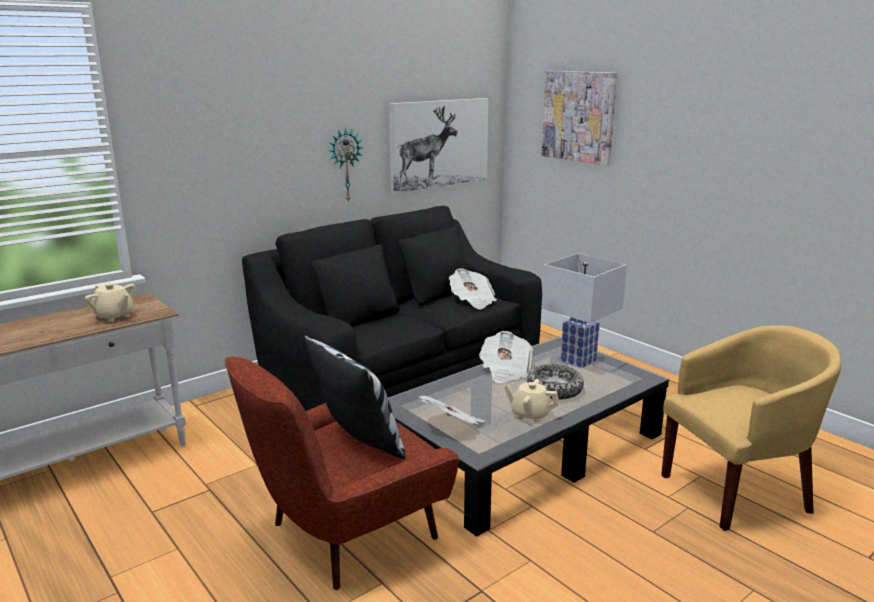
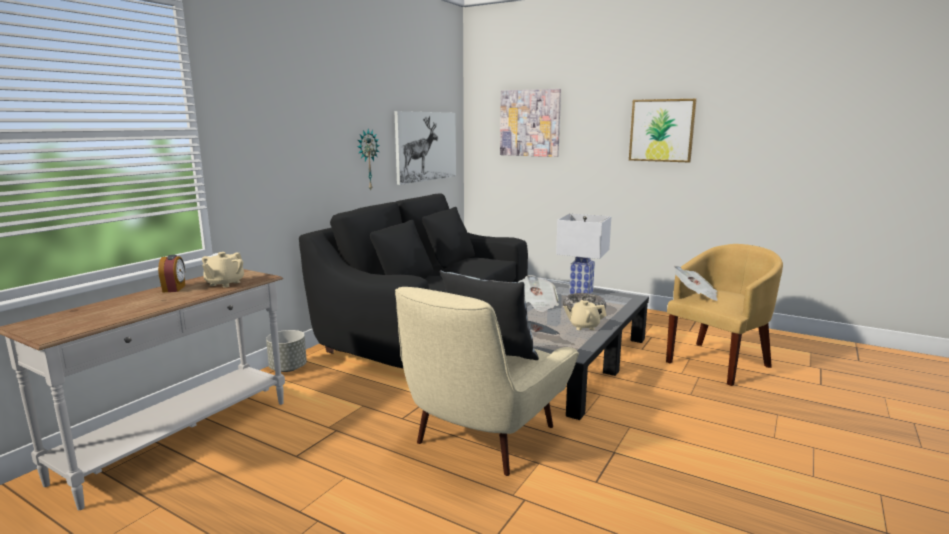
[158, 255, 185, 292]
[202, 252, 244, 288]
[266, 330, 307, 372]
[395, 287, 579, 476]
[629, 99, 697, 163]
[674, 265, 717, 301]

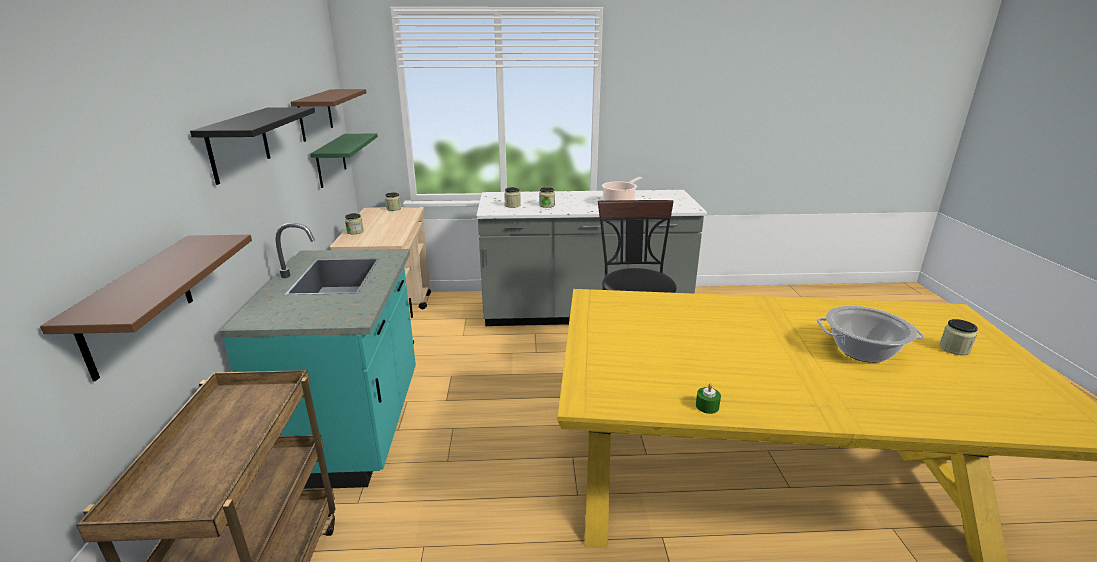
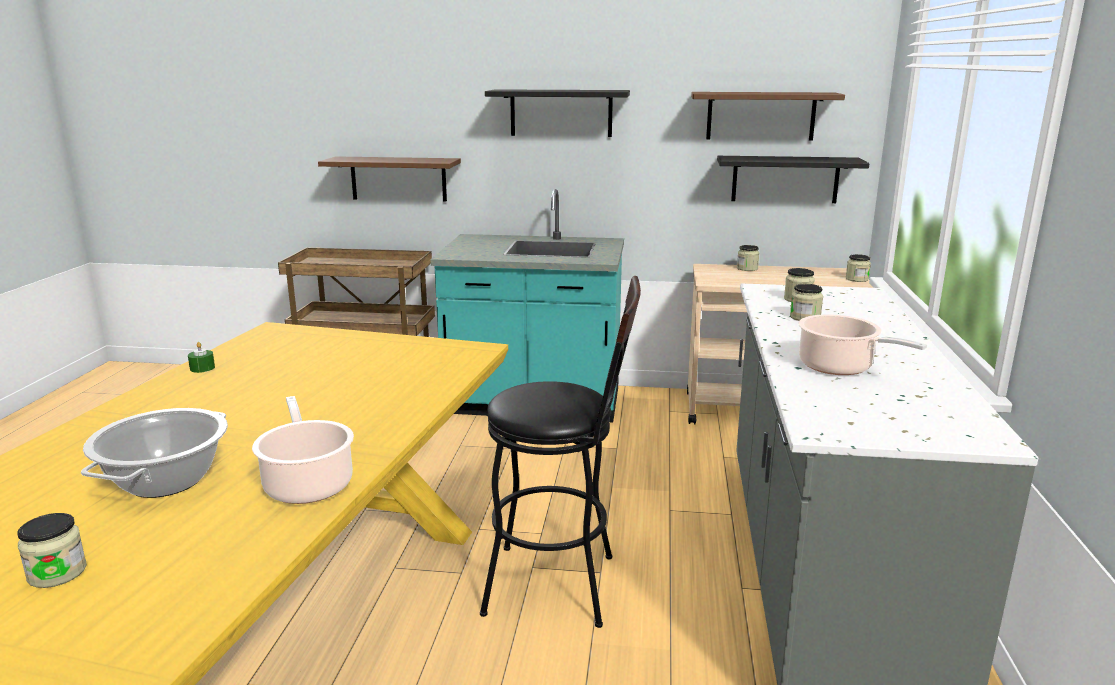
[252, 396, 354, 504]
[717, 156, 869, 203]

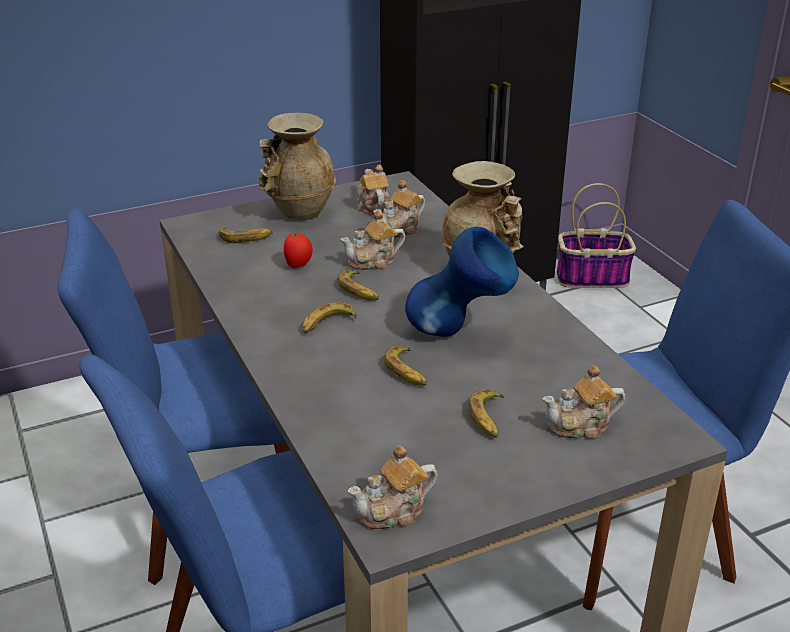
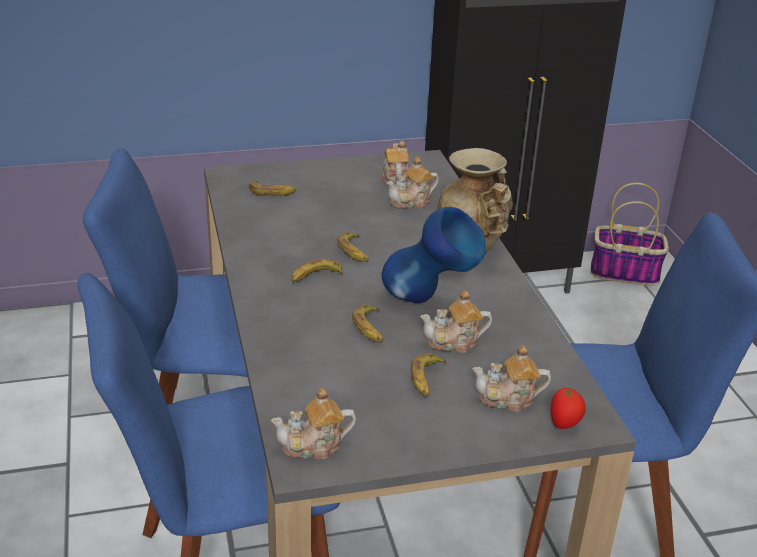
[420, 290, 492, 353]
[551, 387, 586, 429]
[259, 113, 336, 220] (first image)

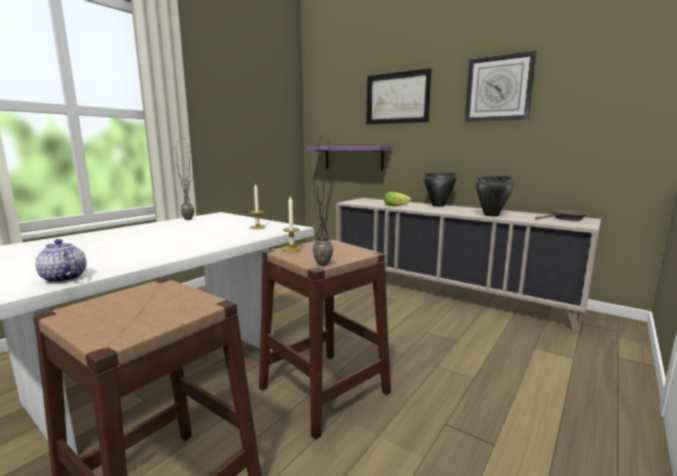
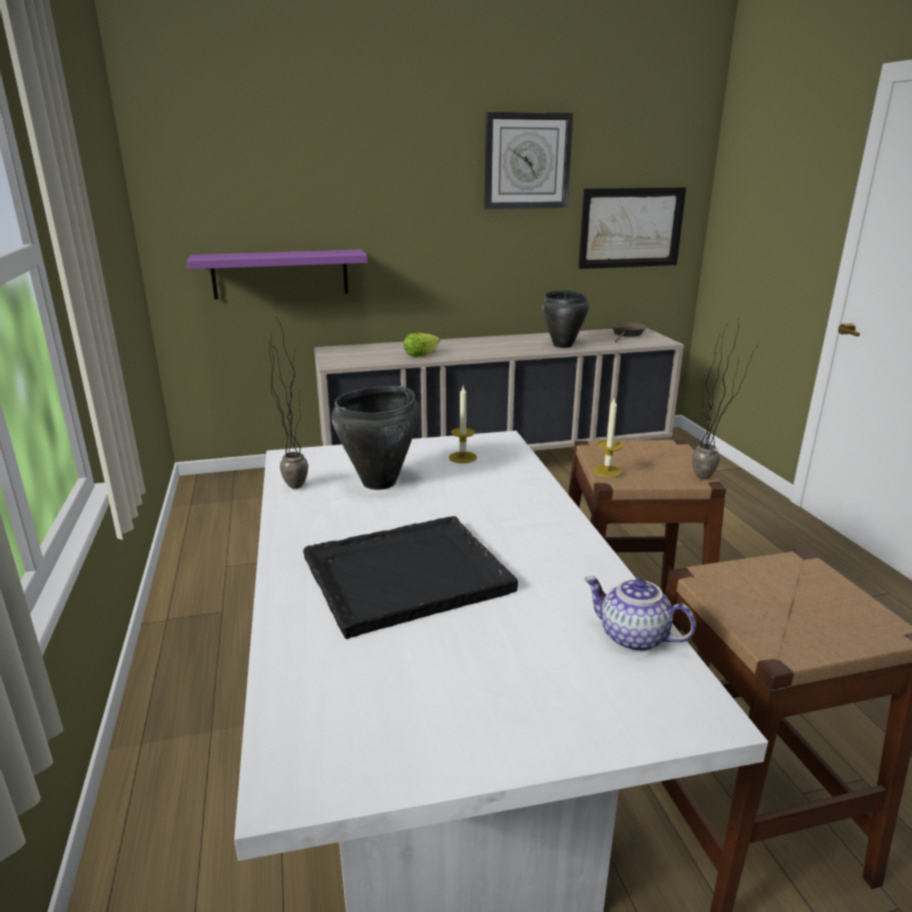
[303, 516, 518, 639]
[331, 386, 420, 490]
[579, 187, 686, 269]
[584, 576, 696, 652]

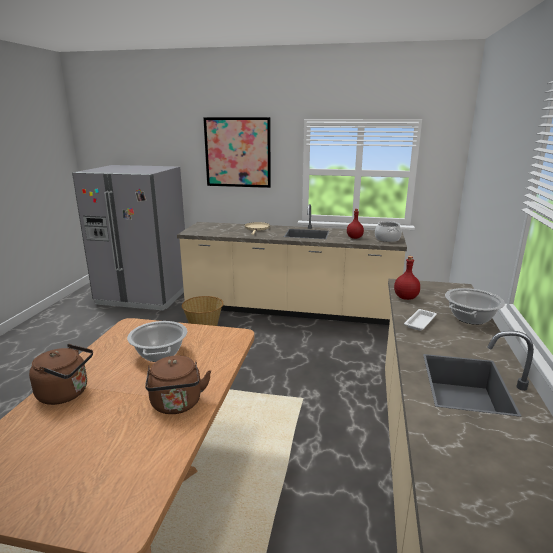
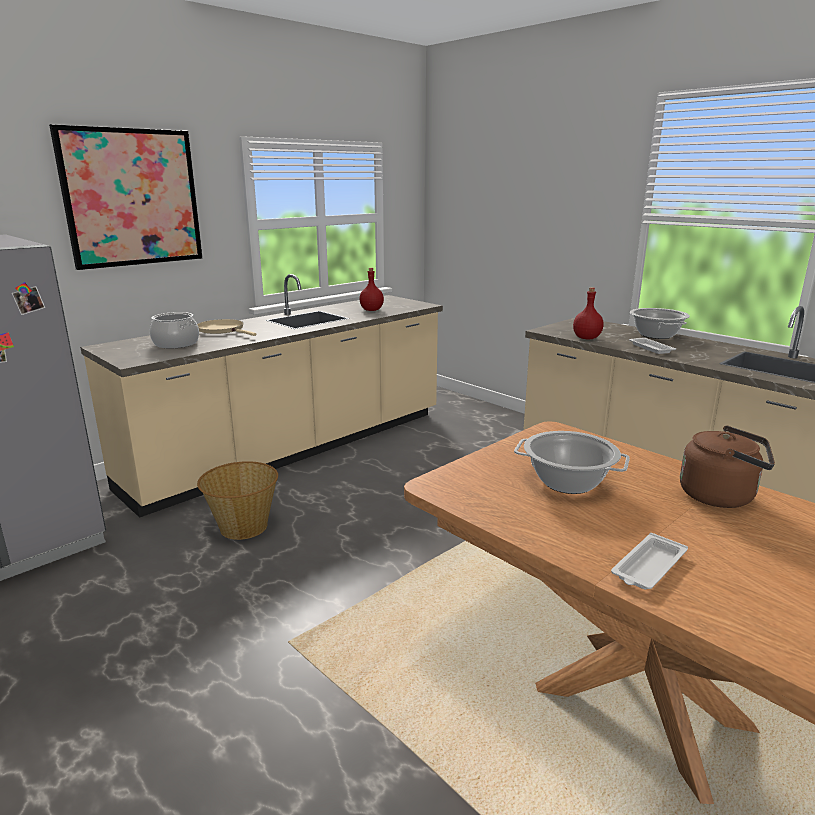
[150, 312, 199, 348]
[611, 533, 688, 589]

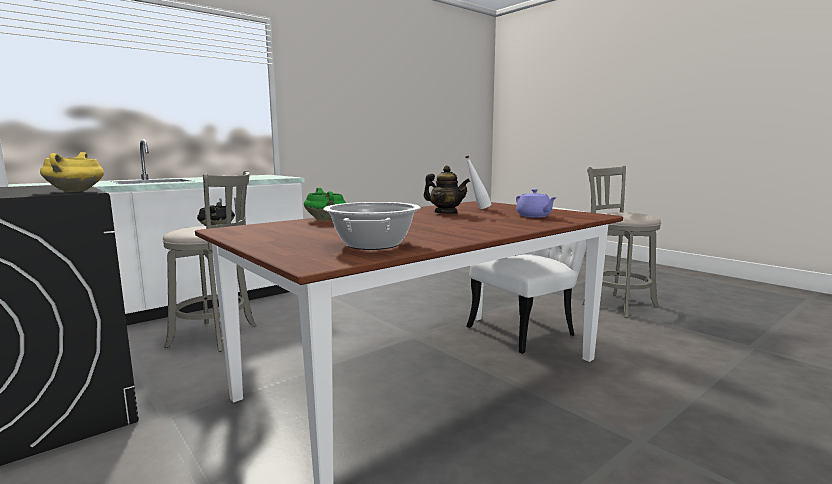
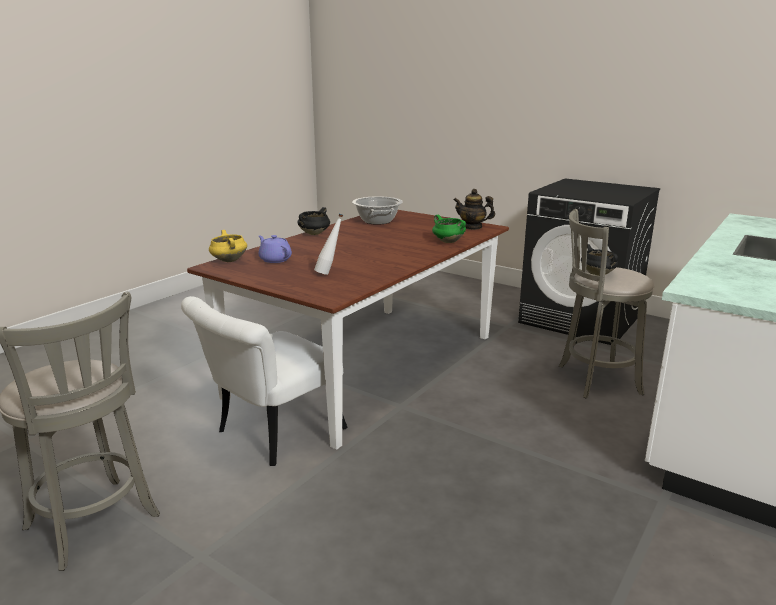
[209, 230, 247, 262]
[297, 207, 330, 235]
[453, 189, 495, 230]

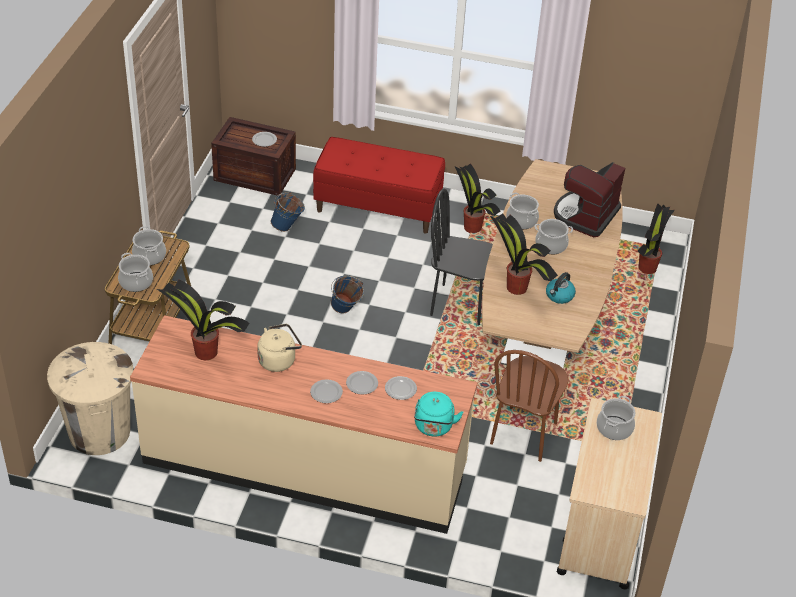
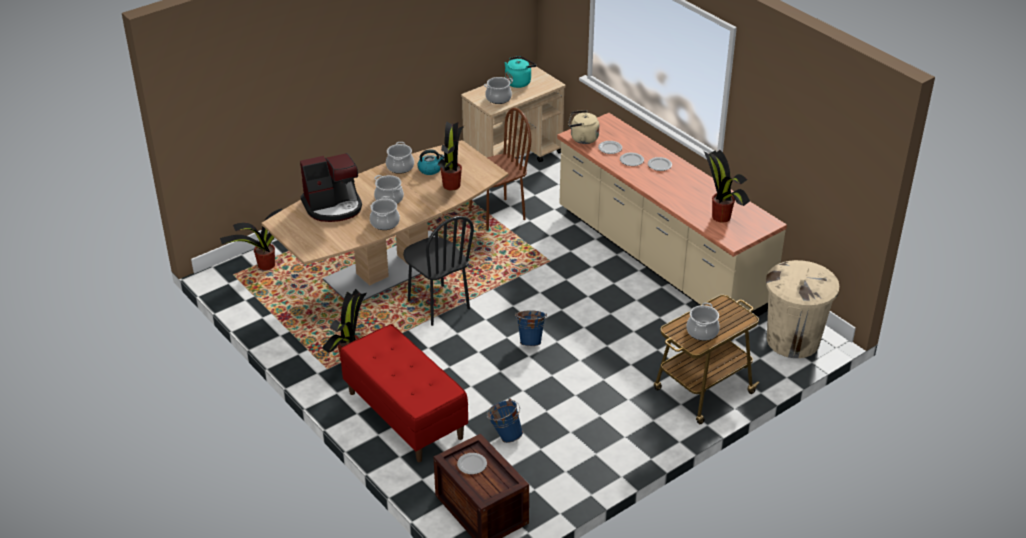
[386, 142, 414, 174]
[504, 56, 536, 88]
[568, 110, 599, 144]

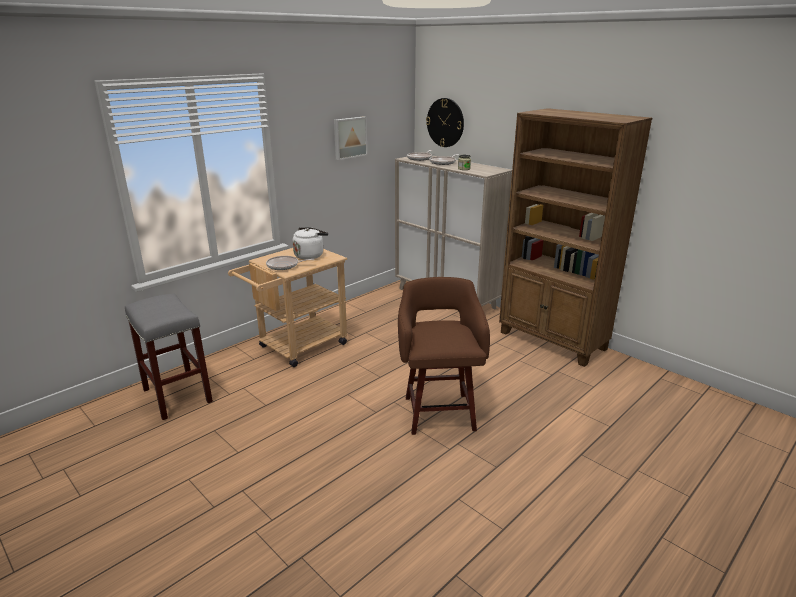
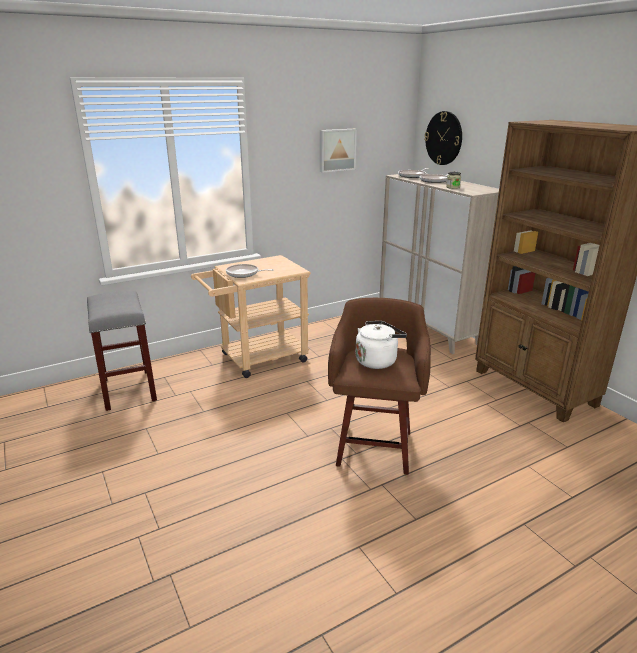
[355, 321, 407, 369]

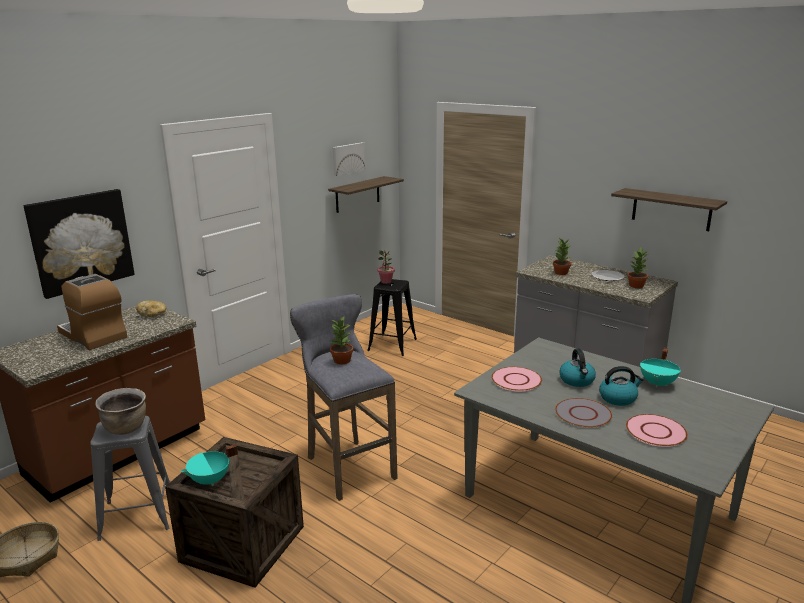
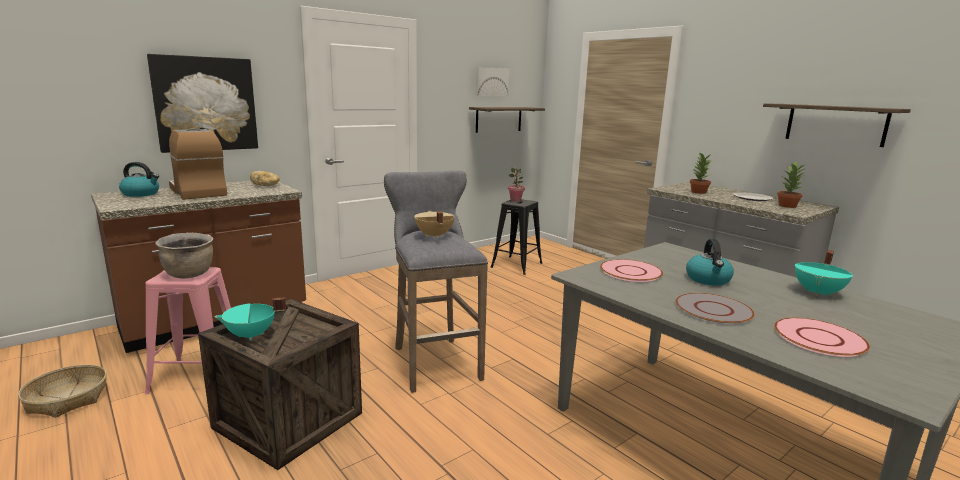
[119, 162, 159, 197]
[145, 267, 231, 394]
[414, 211, 454, 238]

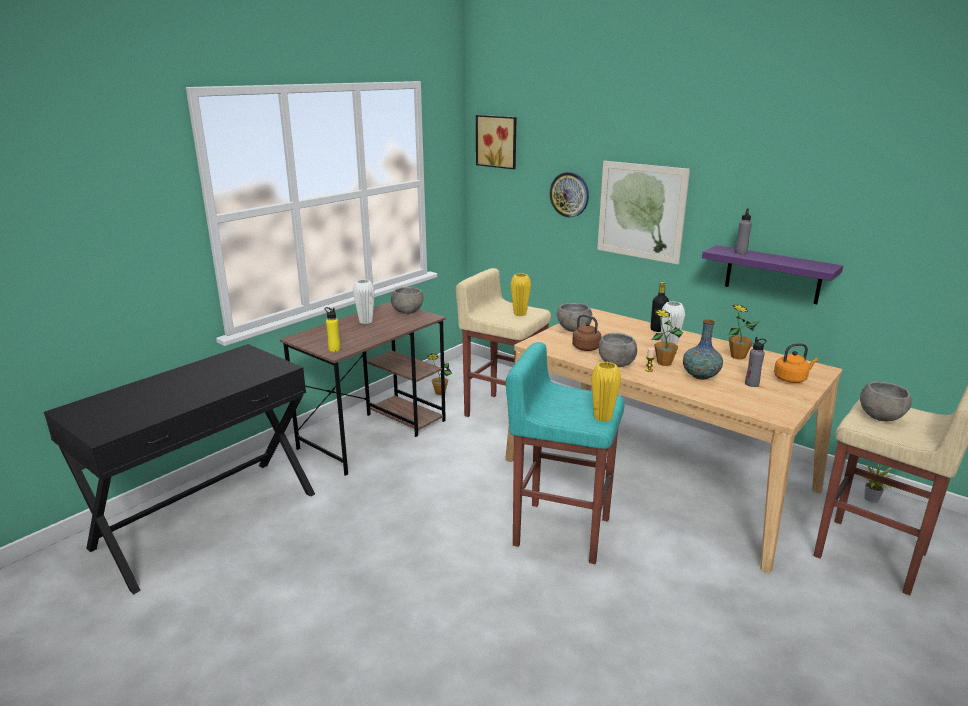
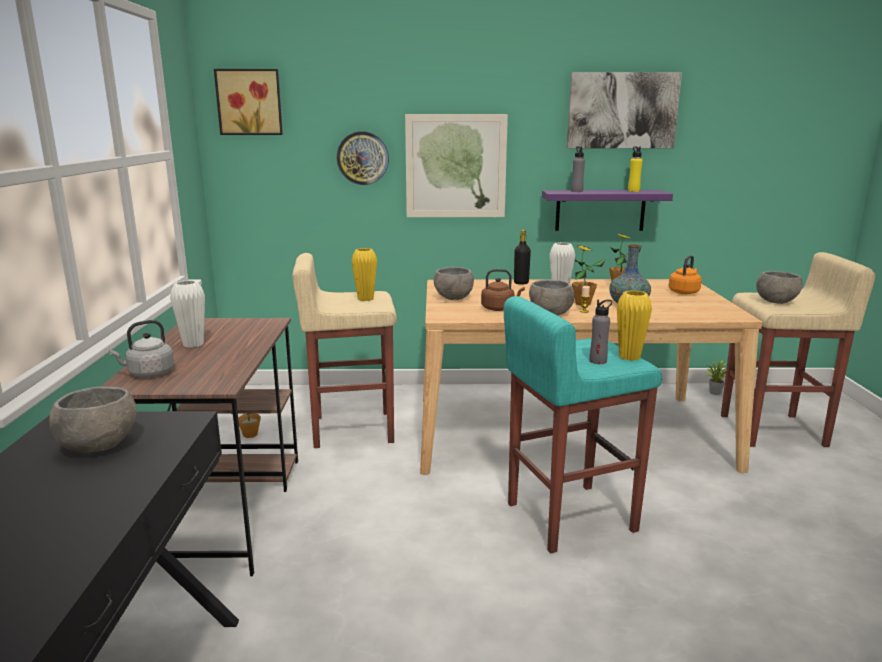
[49, 387, 136, 453]
[109, 320, 174, 377]
[567, 72, 682, 148]
[589, 300, 612, 364]
[628, 147, 643, 192]

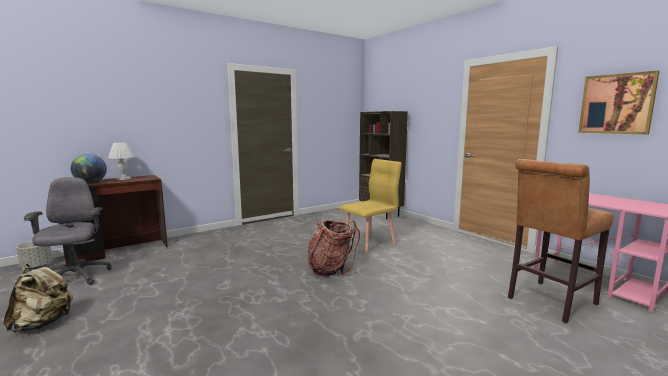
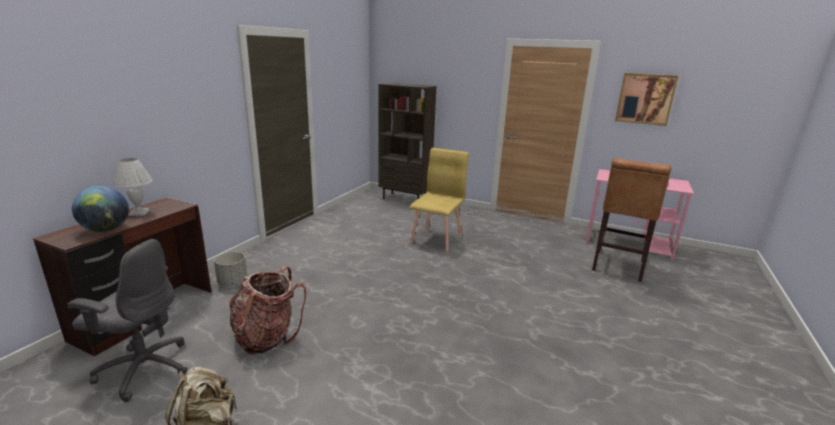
[67, 239, 188, 402]
[214, 252, 247, 285]
[229, 266, 306, 355]

